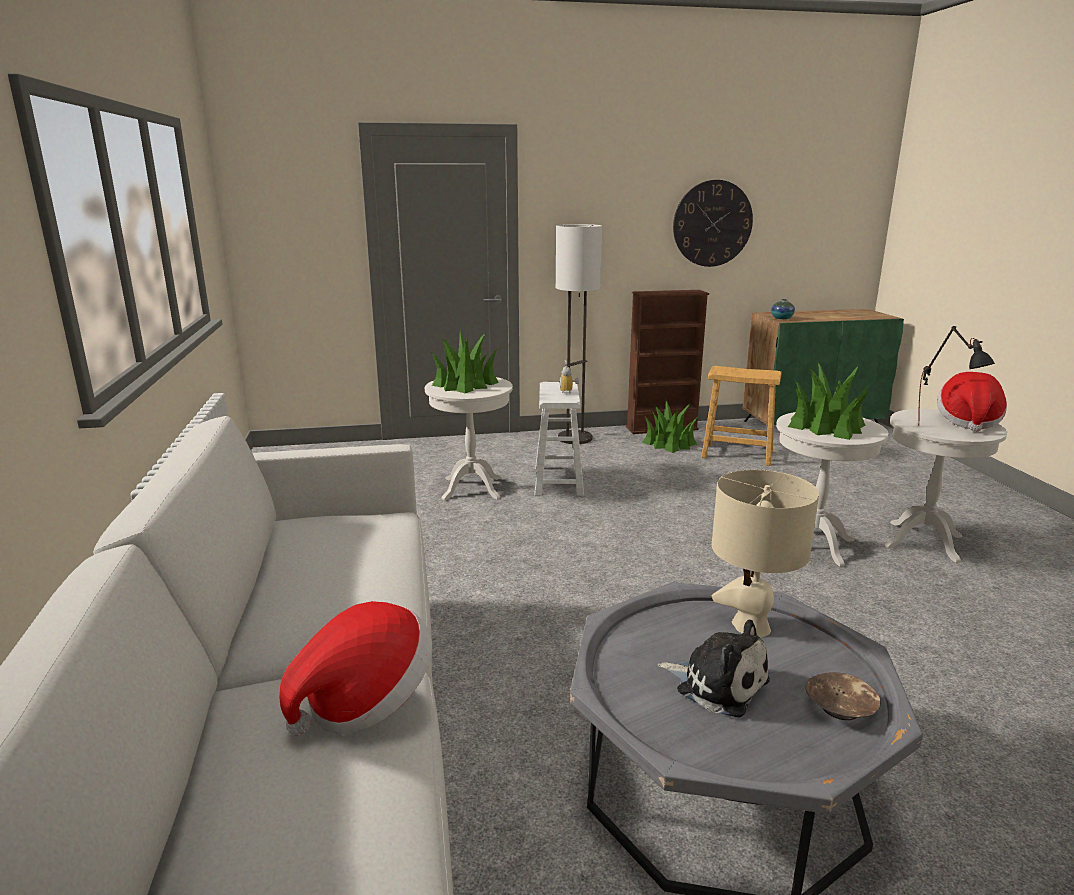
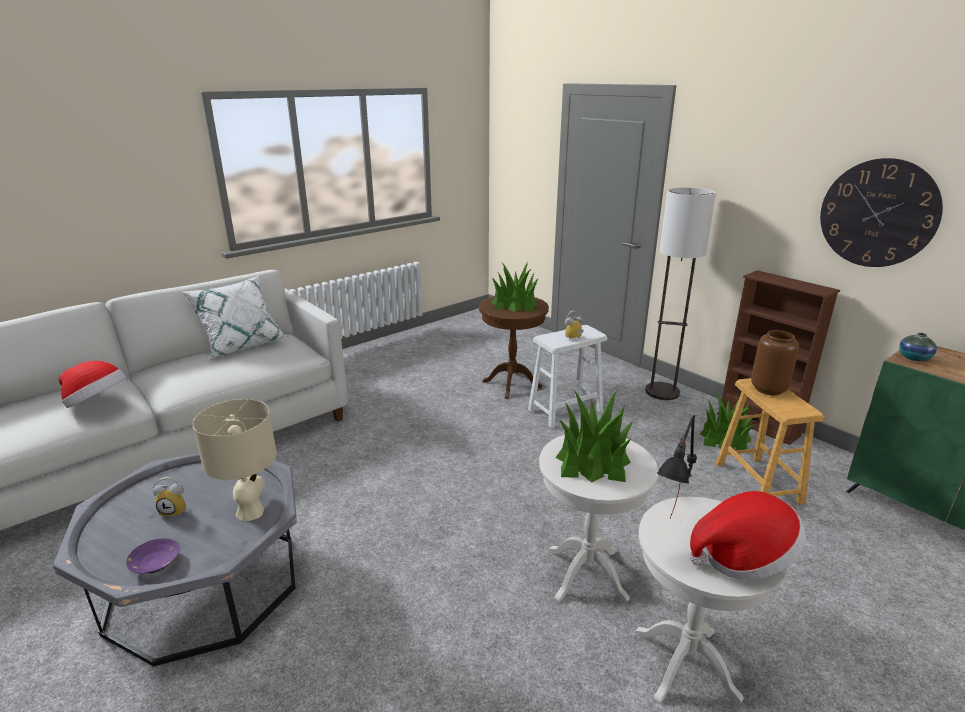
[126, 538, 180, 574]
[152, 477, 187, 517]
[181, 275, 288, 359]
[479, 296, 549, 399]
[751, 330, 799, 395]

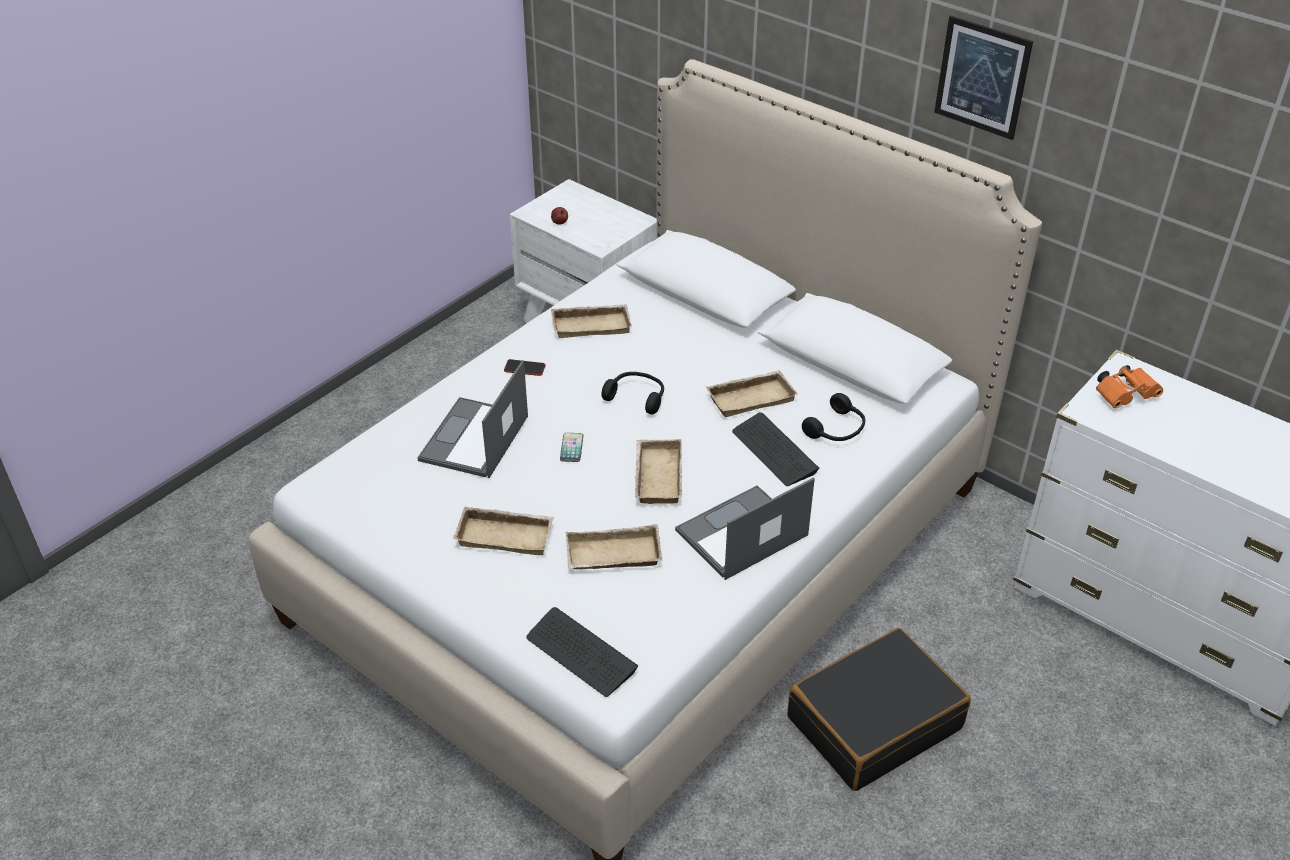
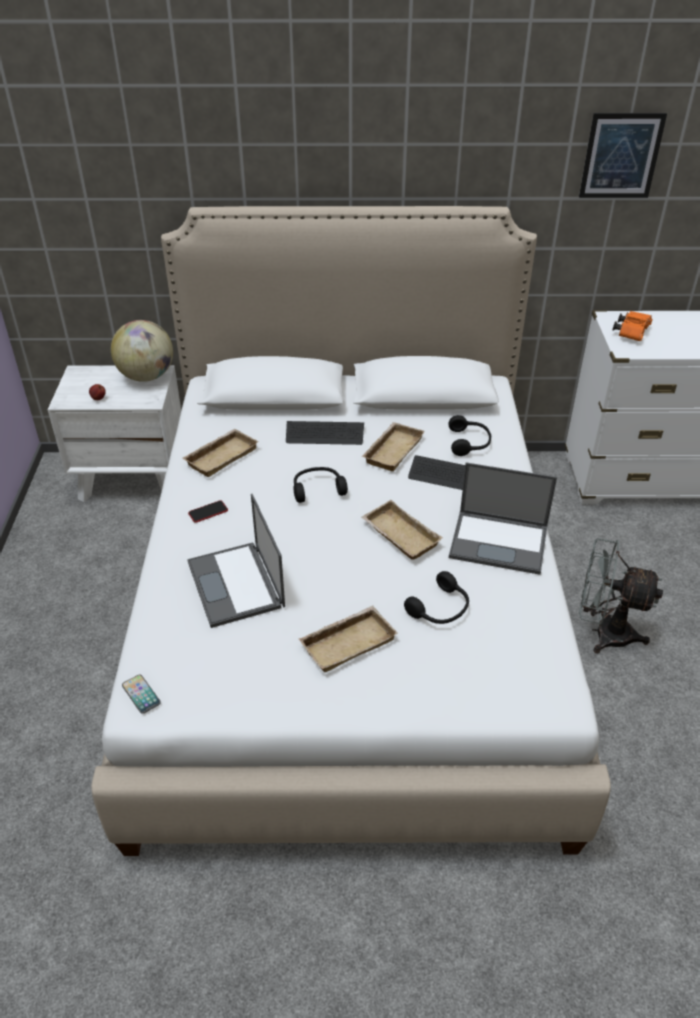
[111, 320, 173, 382]
[122, 675, 161, 714]
[286, 421, 364, 445]
[404, 571, 469, 624]
[449, 463, 557, 575]
[579, 113, 667, 198]
[579, 538, 663, 653]

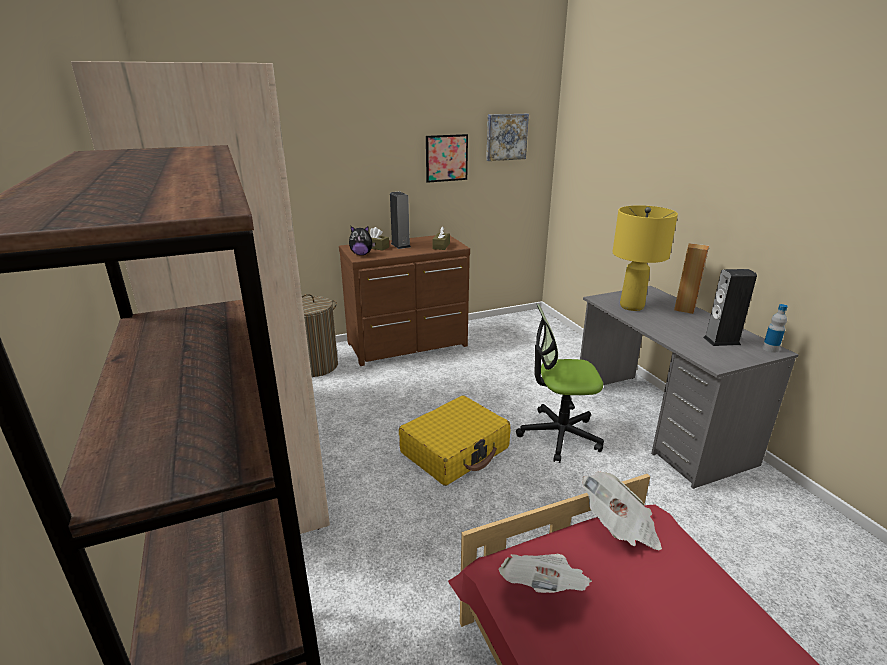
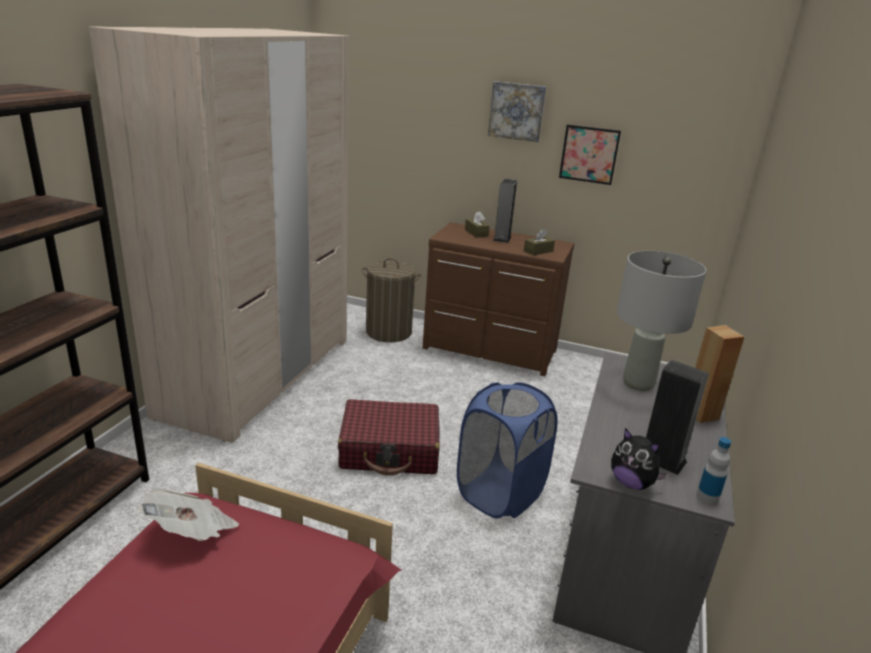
[338, 399, 440, 476]
[457, 382, 558, 519]
[488, 81, 546, 142]
[611, 428, 667, 490]
[617, 251, 706, 391]
[582, 472, 662, 550] (first image)

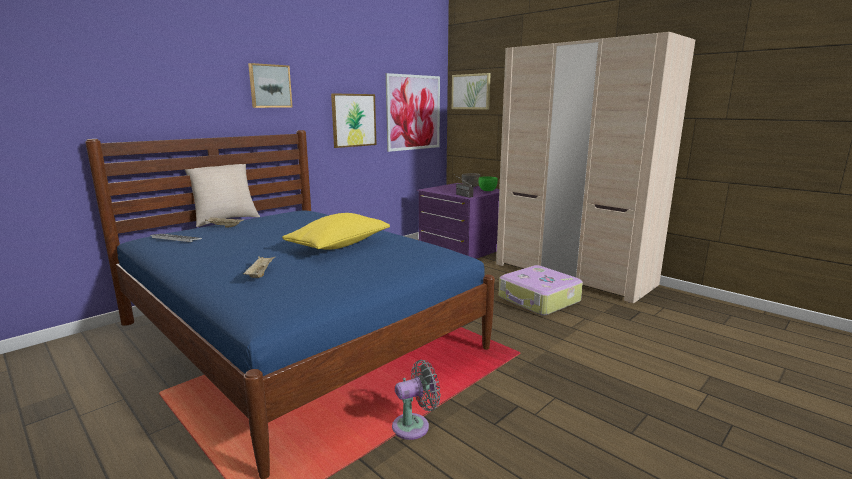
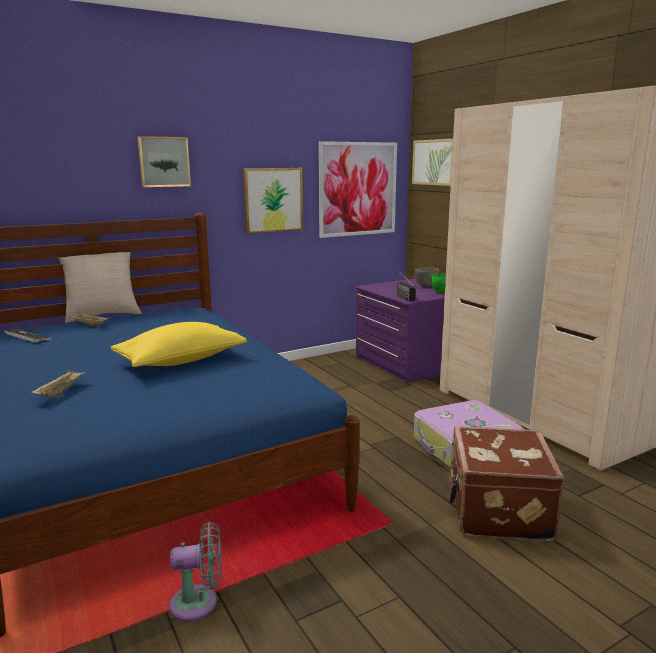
[449, 426, 565, 542]

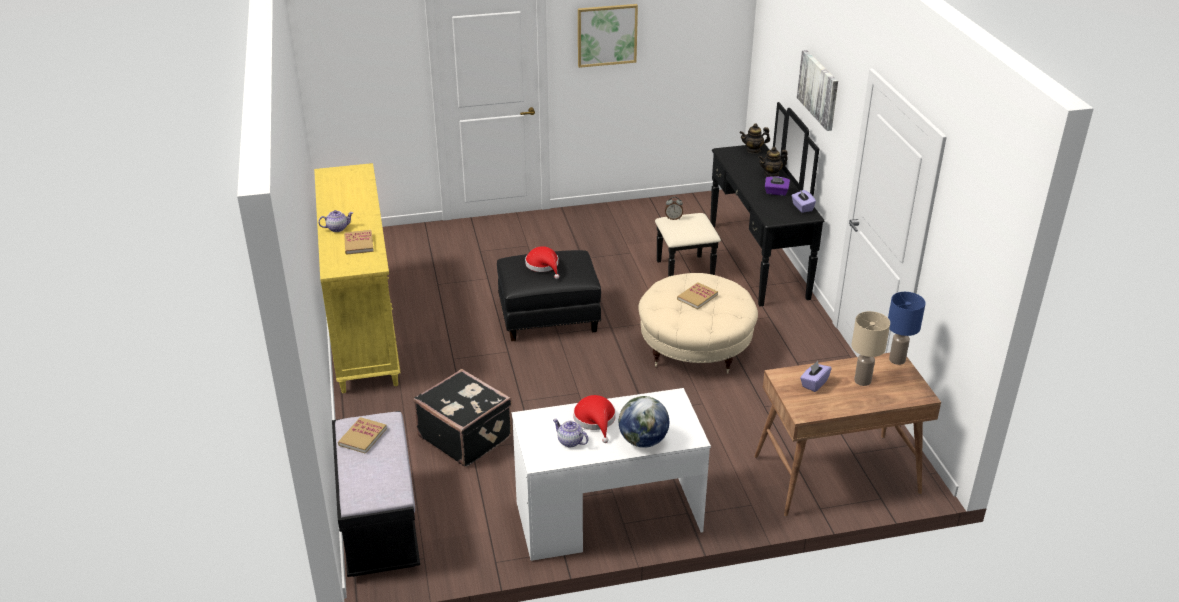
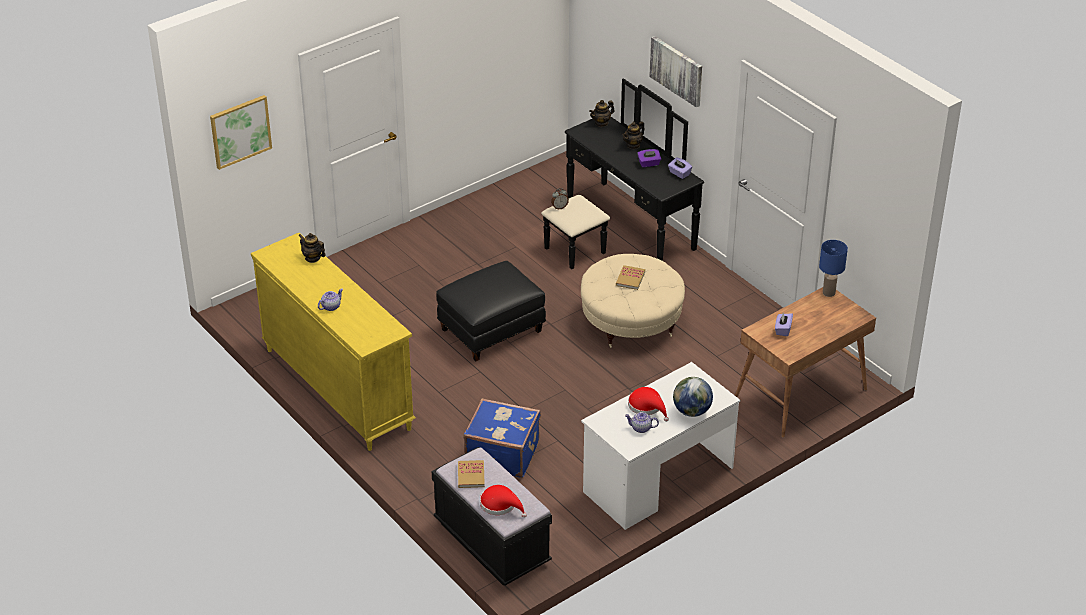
[210, 95, 272, 170]
[298, 233, 326, 263]
[463, 398, 541, 478]
[480, 485, 527, 518]
[344, 230, 374, 255] (first image)
[851, 311, 890, 386] (first image)

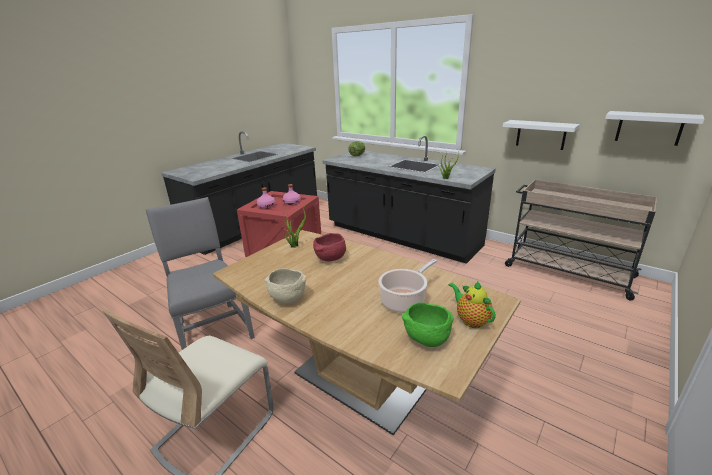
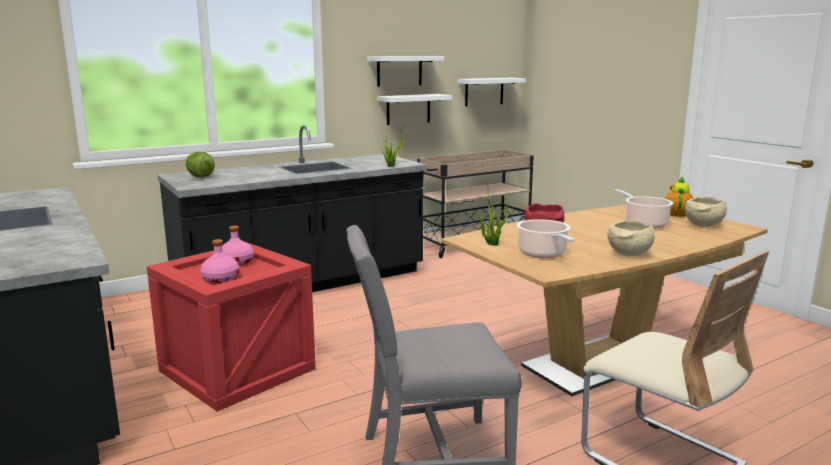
[367, 56, 444, 87]
[517, 219, 574, 258]
[665, 177, 693, 217]
[685, 197, 727, 227]

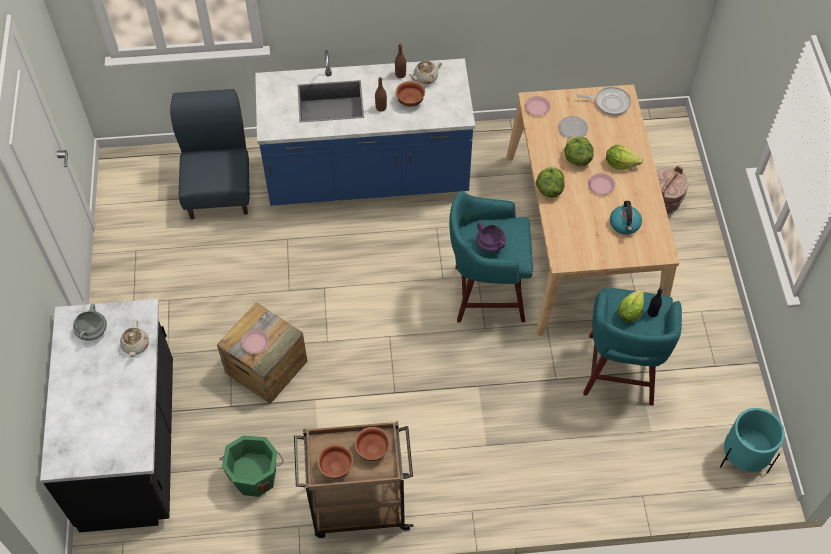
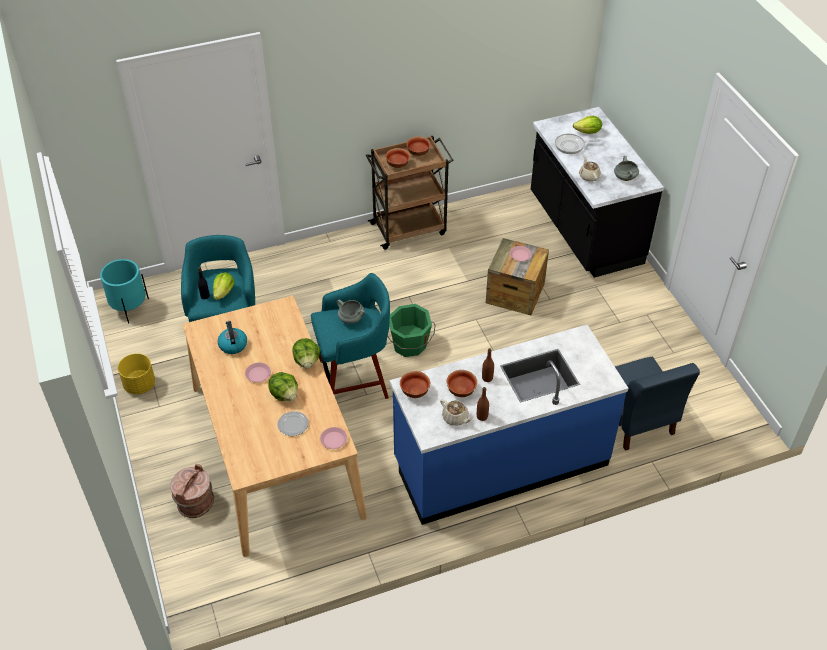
[118, 353, 155, 395]
[337, 300, 365, 324]
[388, 304, 435, 357]
[400, 371, 430, 398]
[440, 399, 473, 426]
[555, 134, 601, 154]
[573, 116, 602, 134]

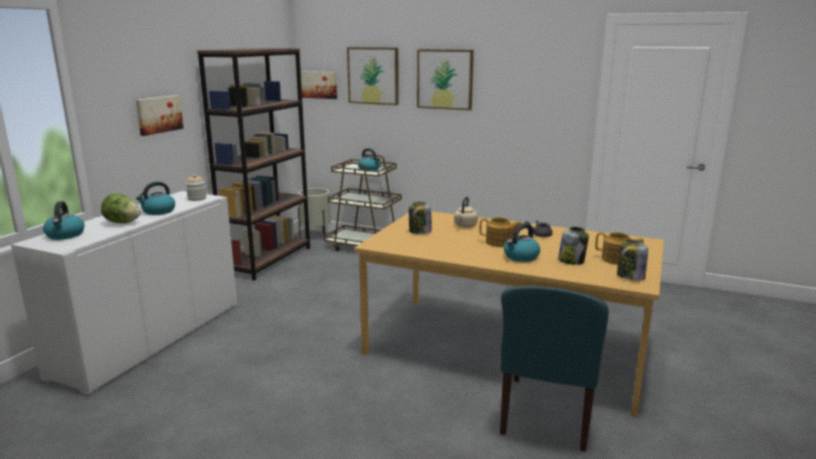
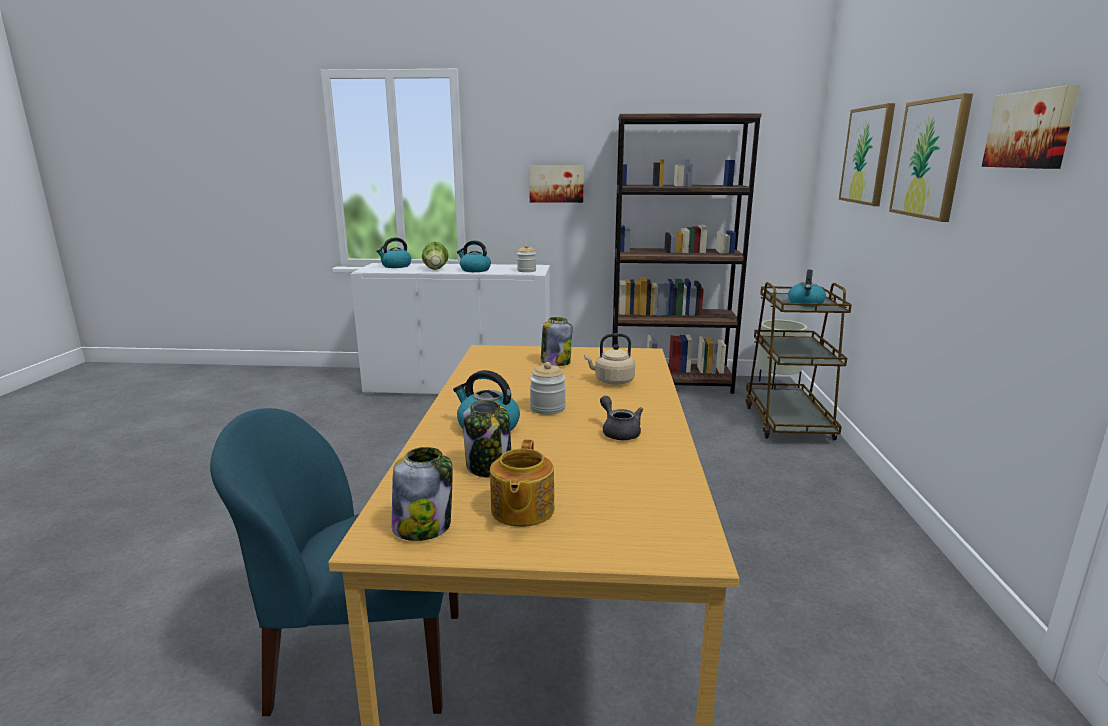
[530, 362, 566, 415]
[982, 85, 1080, 169]

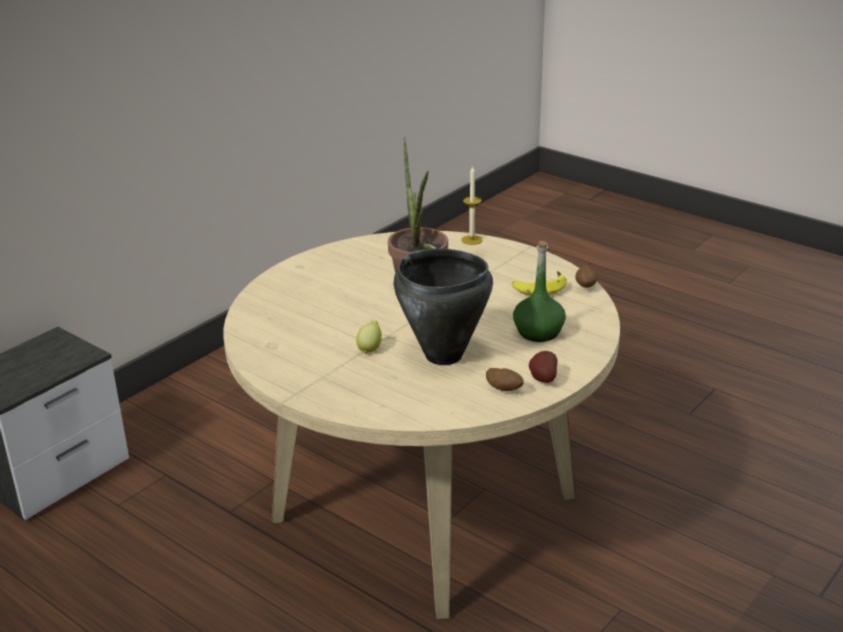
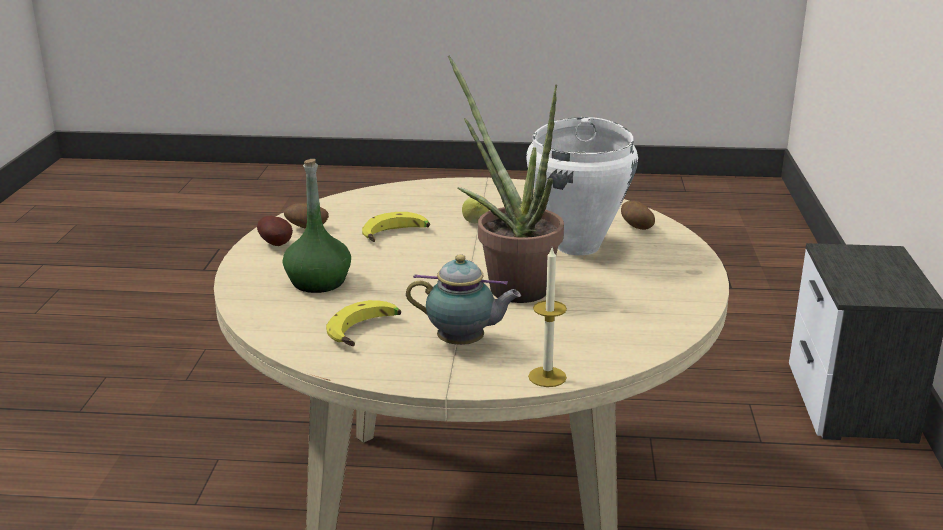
[362, 212, 430, 242]
[406, 254, 521, 345]
[526, 117, 638, 255]
[621, 201, 655, 230]

